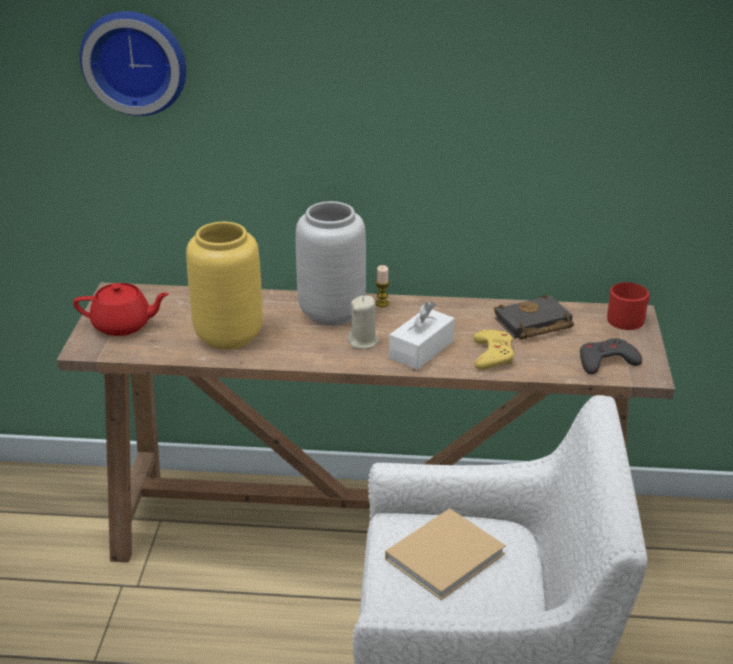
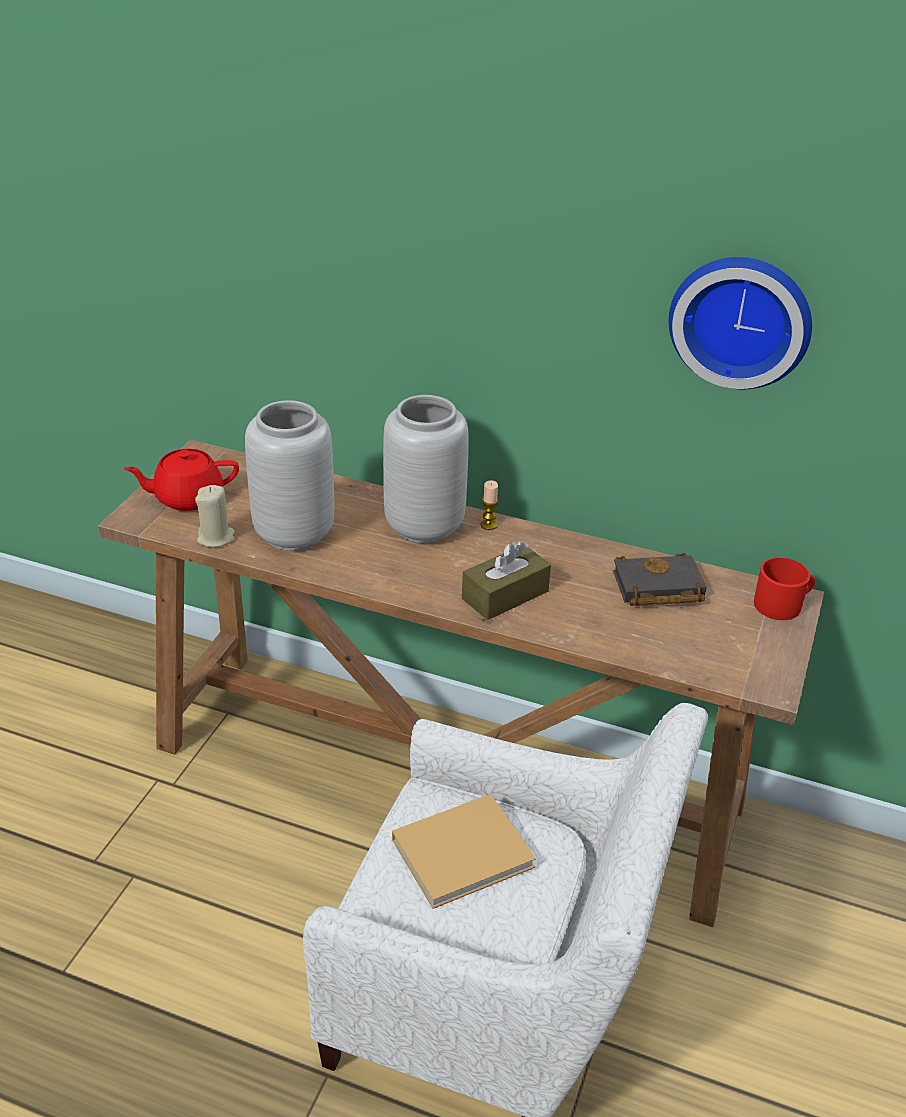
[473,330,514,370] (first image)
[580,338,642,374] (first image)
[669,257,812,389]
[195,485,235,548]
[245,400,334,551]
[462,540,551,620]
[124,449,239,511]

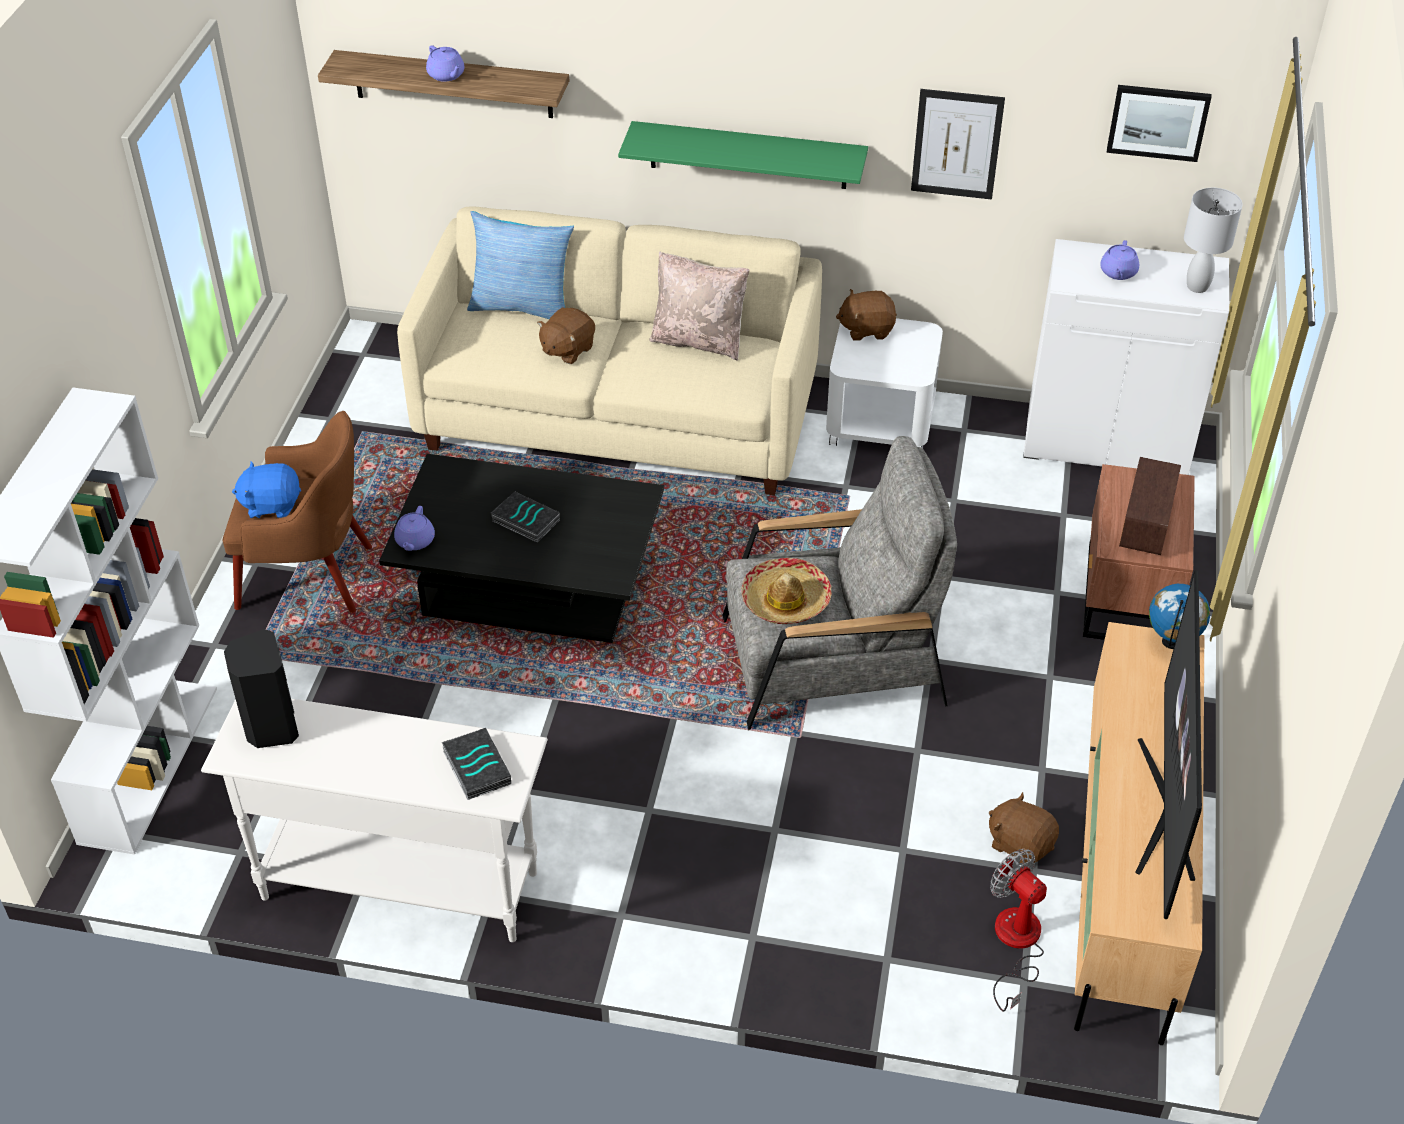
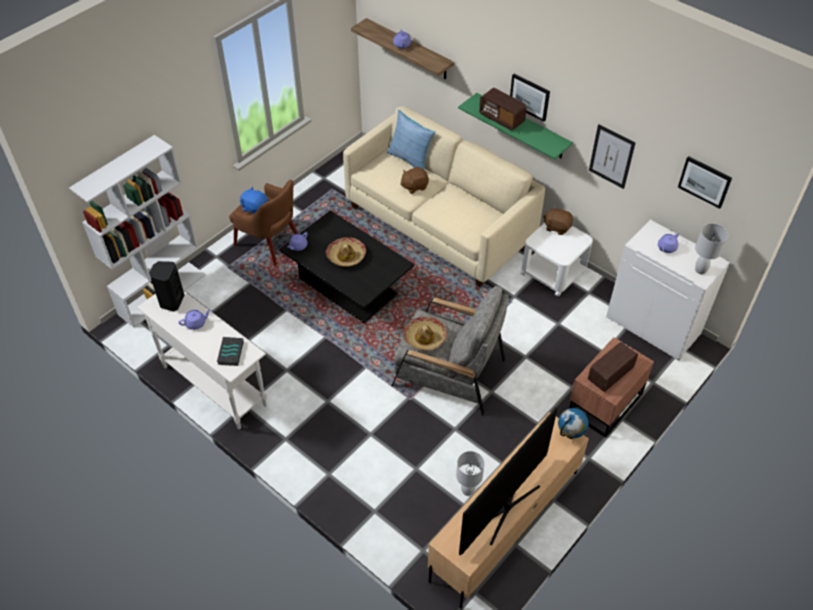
[649,251,750,361] (first image)
[990,849,1047,1012] (first image)
[179,310,211,330]
[479,88,527,130]
[510,74,550,122]
[326,237,366,267]
[456,451,484,496]

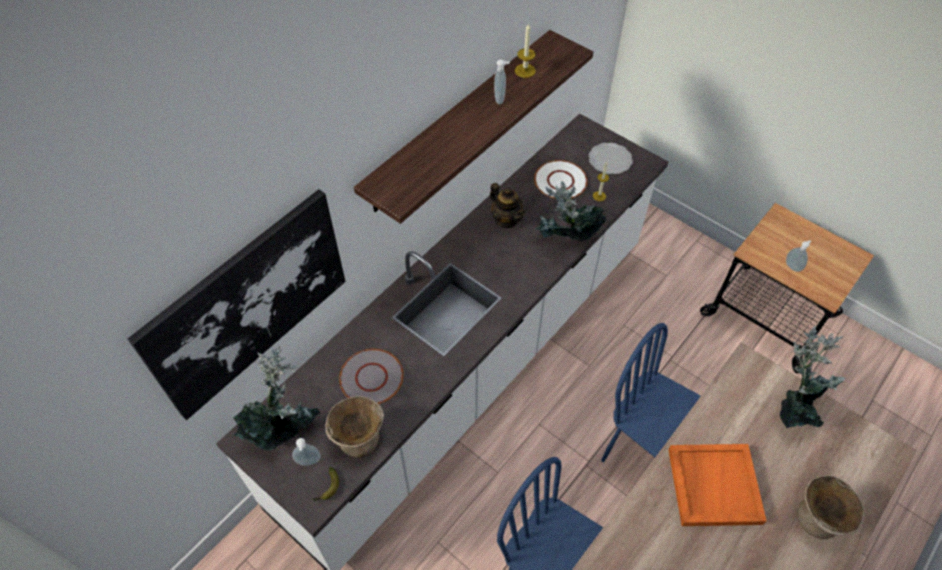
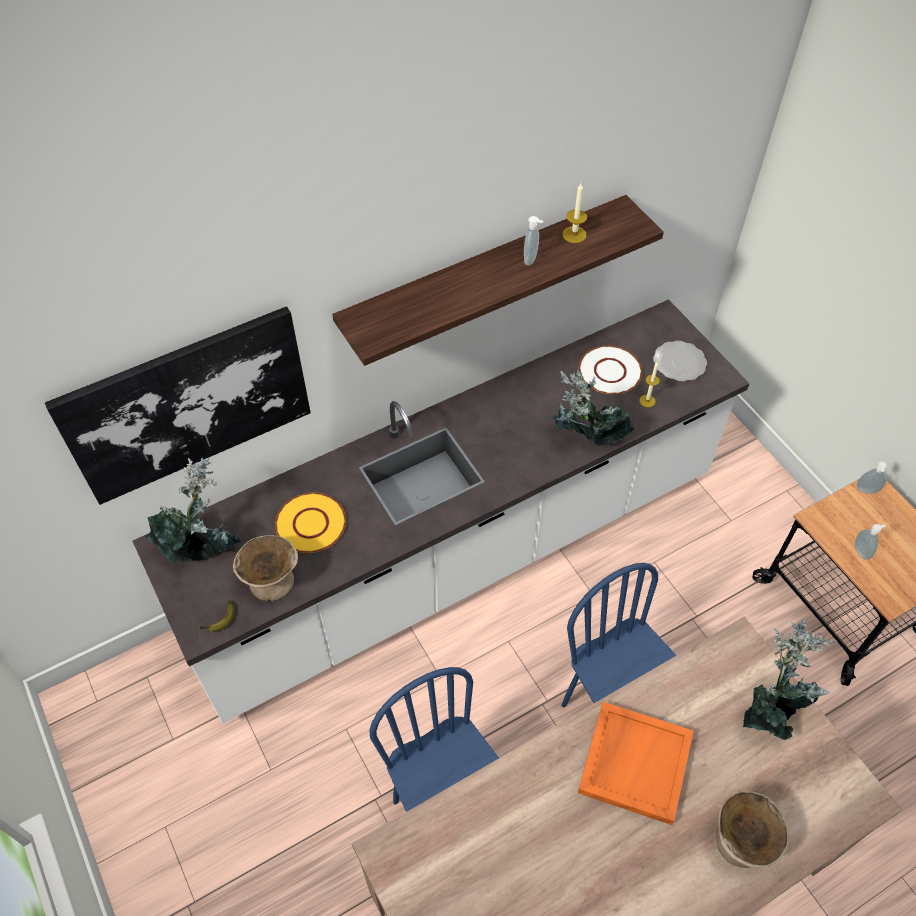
[490,183,526,228] (first image)
[857,462,887,494]
[275,493,346,553]

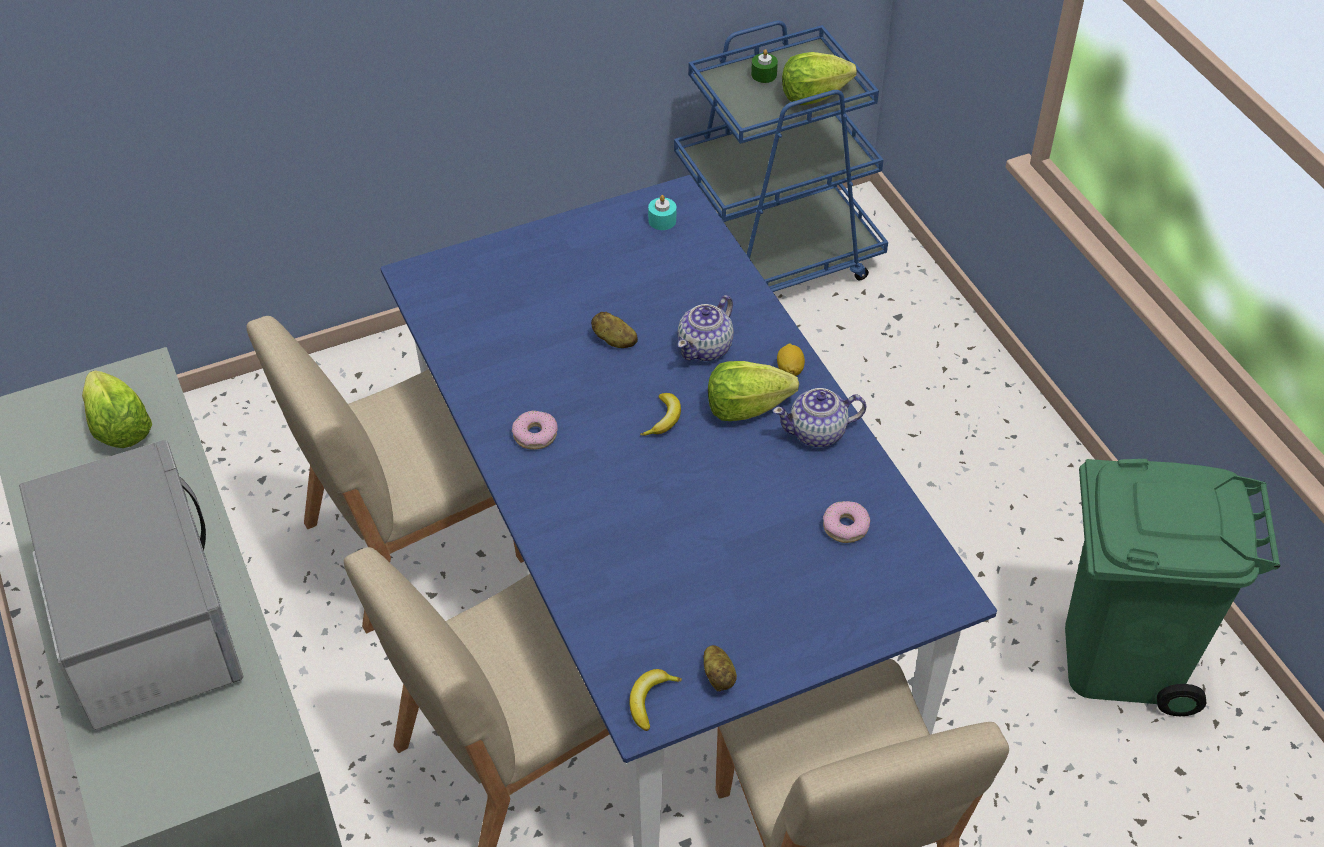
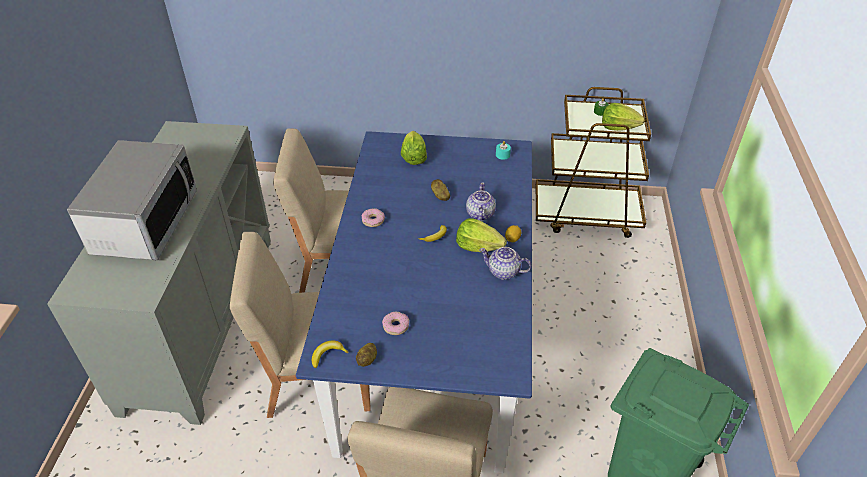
[401,131,427,165]
[382,312,409,335]
[536,87,651,238]
[466,182,496,221]

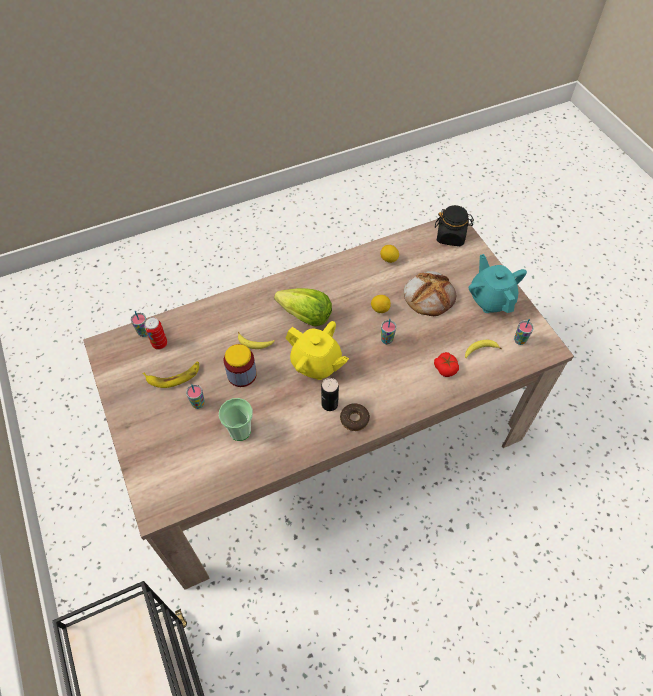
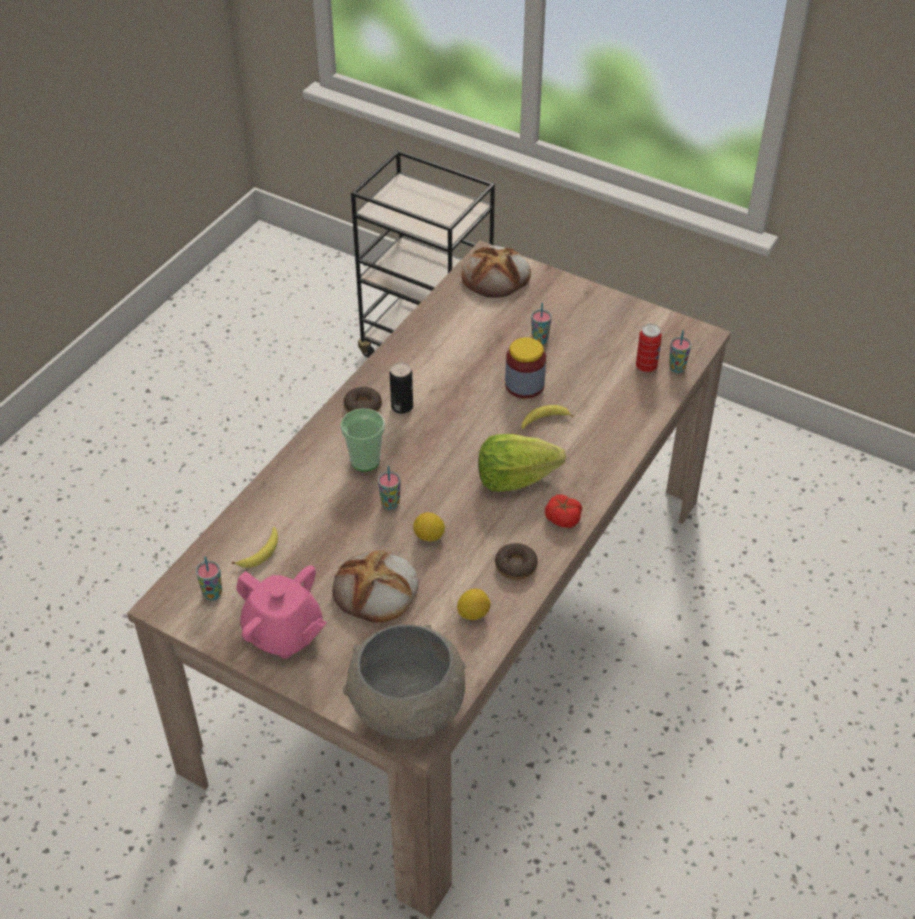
[143,362,199,388] (first image)
[286,321,349,380] (first image)
[462,246,531,298]
[495,543,538,580]
[340,408,385,472]
[545,494,582,528]
[343,624,465,740]
[236,566,327,659]

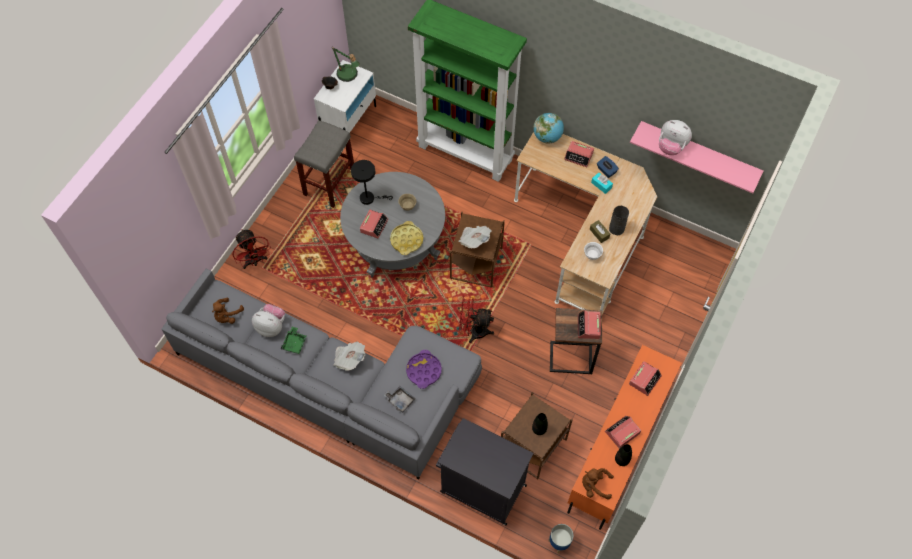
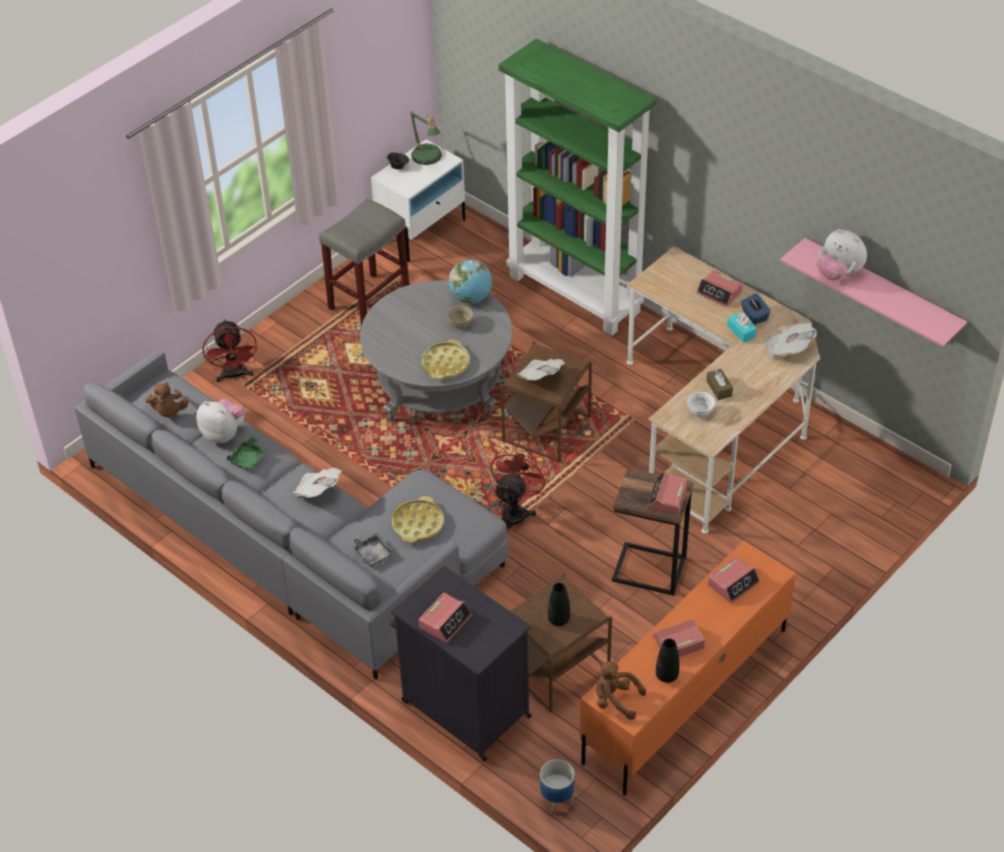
[351,160,393,205] (first image)
[609,206,629,235] (first image)
[765,323,817,357]
[419,592,472,643]
[449,260,492,304]
[392,496,444,543]
[145,382,188,417]
[491,446,549,533]

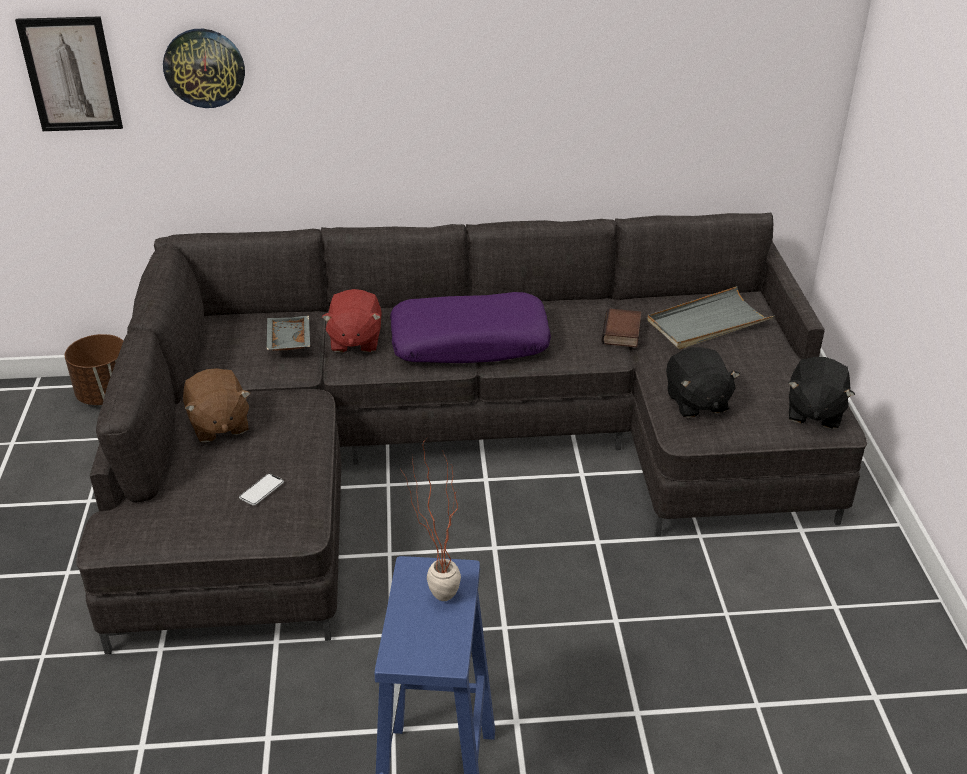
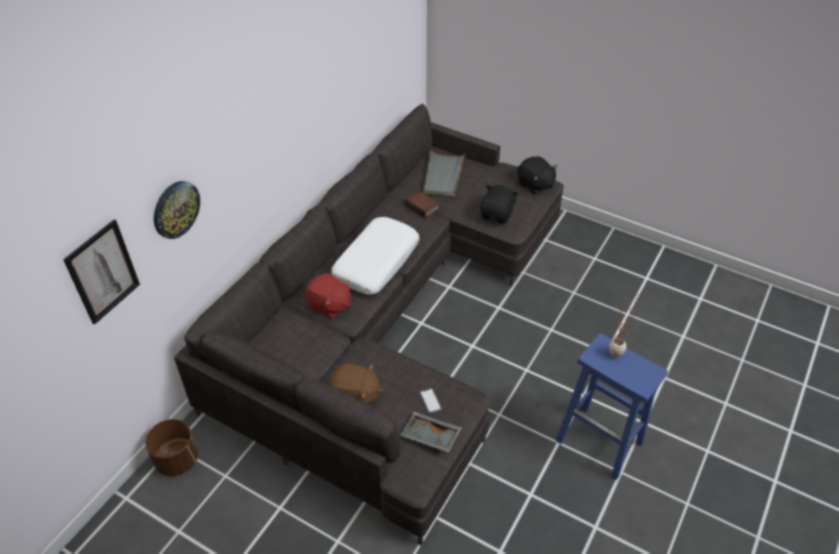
[400,412,462,452]
[331,217,420,295]
[480,185,519,223]

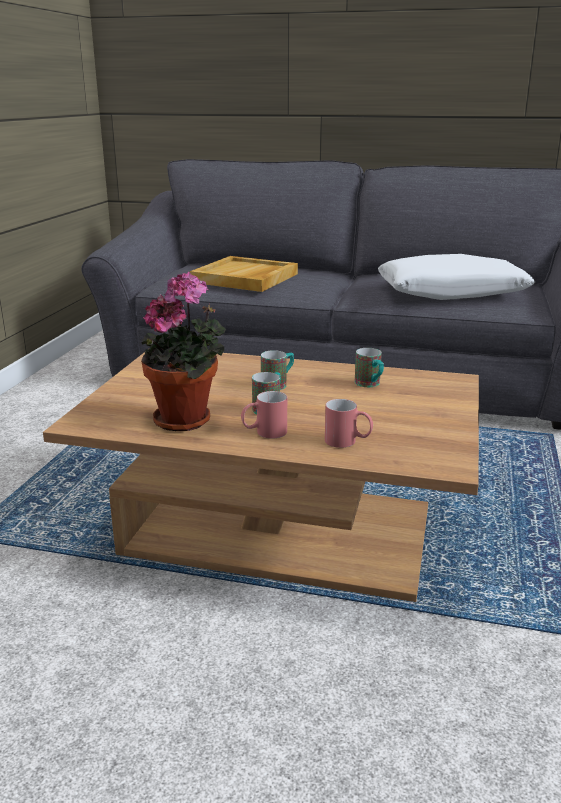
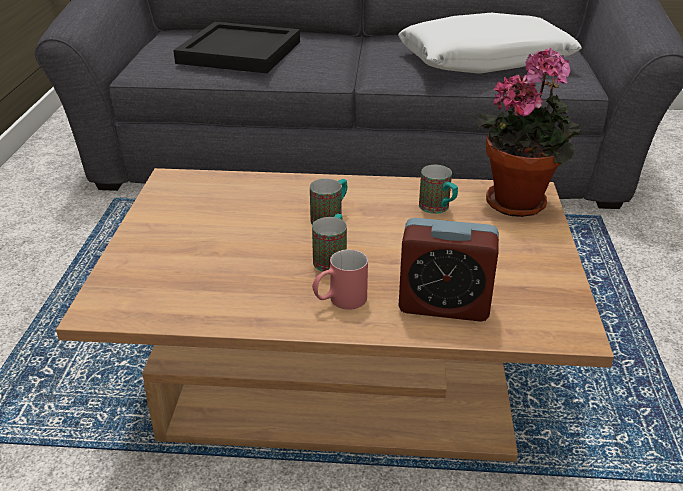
[476,48,581,217]
[399,218,499,322]
[173,22,300,73]

